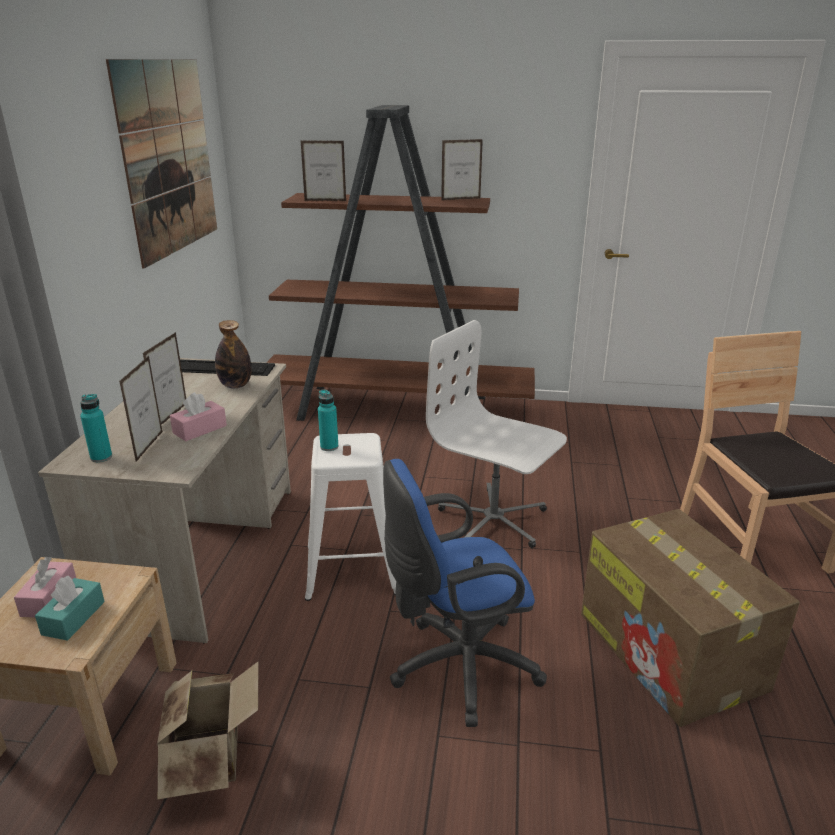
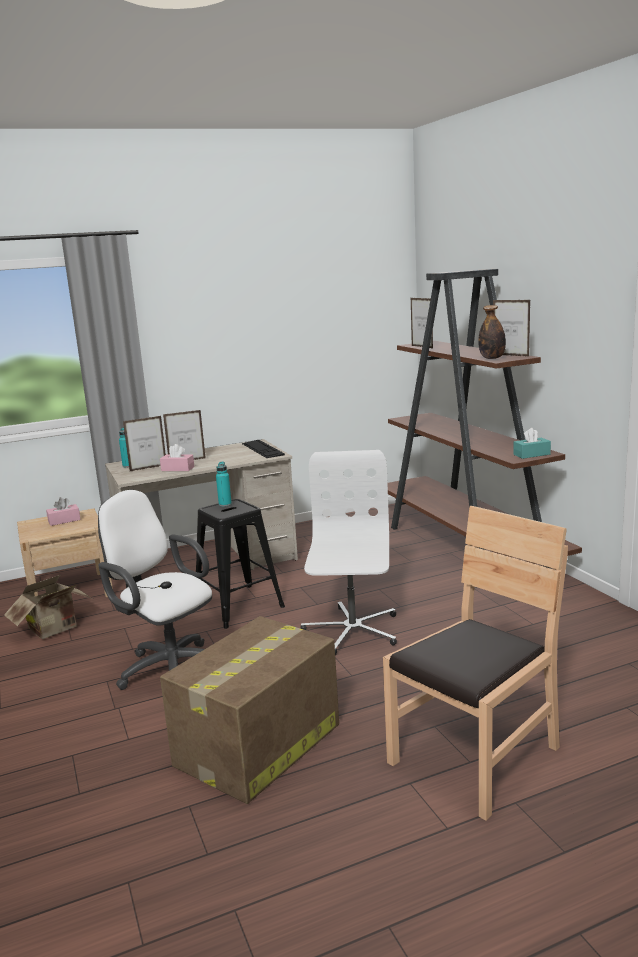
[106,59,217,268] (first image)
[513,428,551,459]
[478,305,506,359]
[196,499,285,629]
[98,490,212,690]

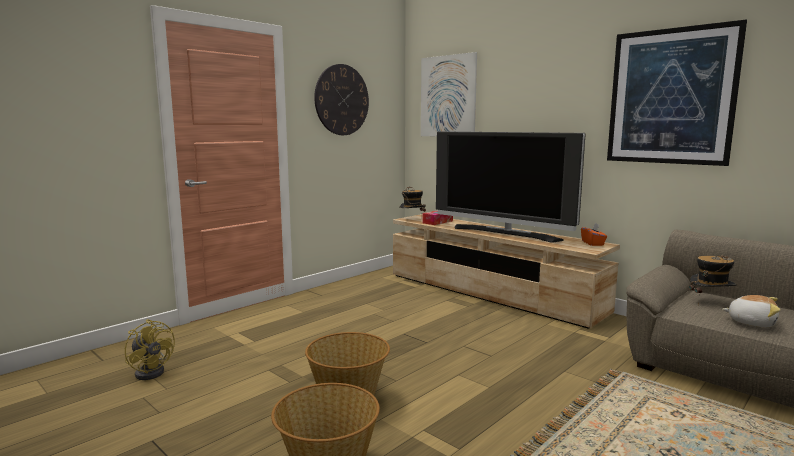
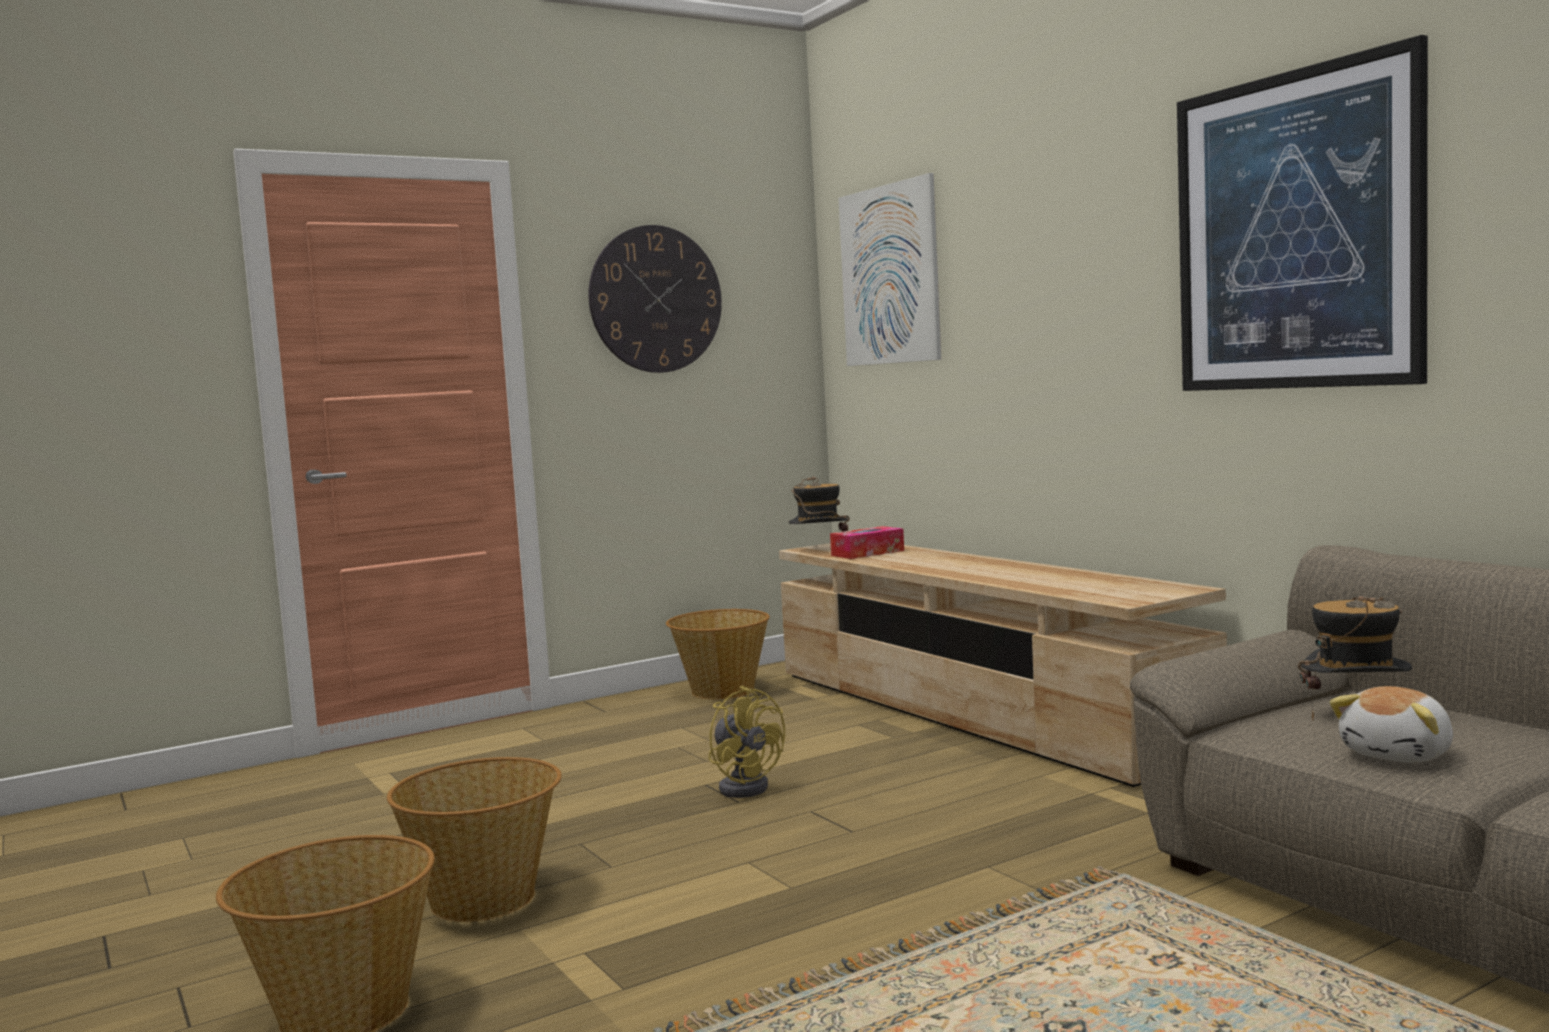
[436,131,586,243] (first image)
[581,223,607,246] (first image)
[666,609,770,699]
[708,686,785,798]
[1329,686,1453,763]

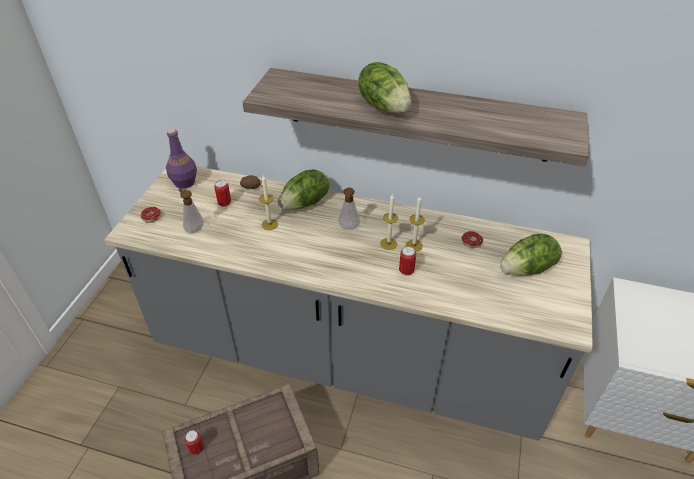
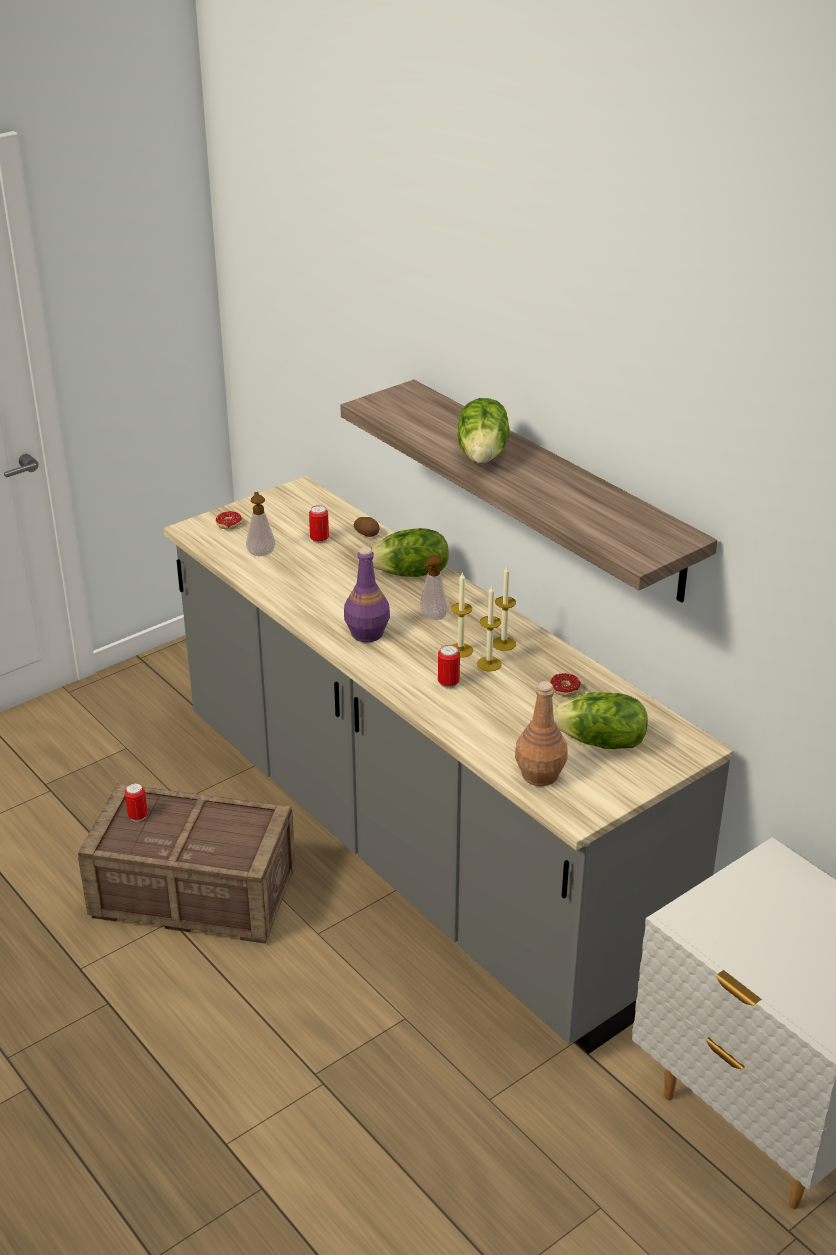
[515,681,567,786]
[344,547,390,642]
[493,566,516,651]

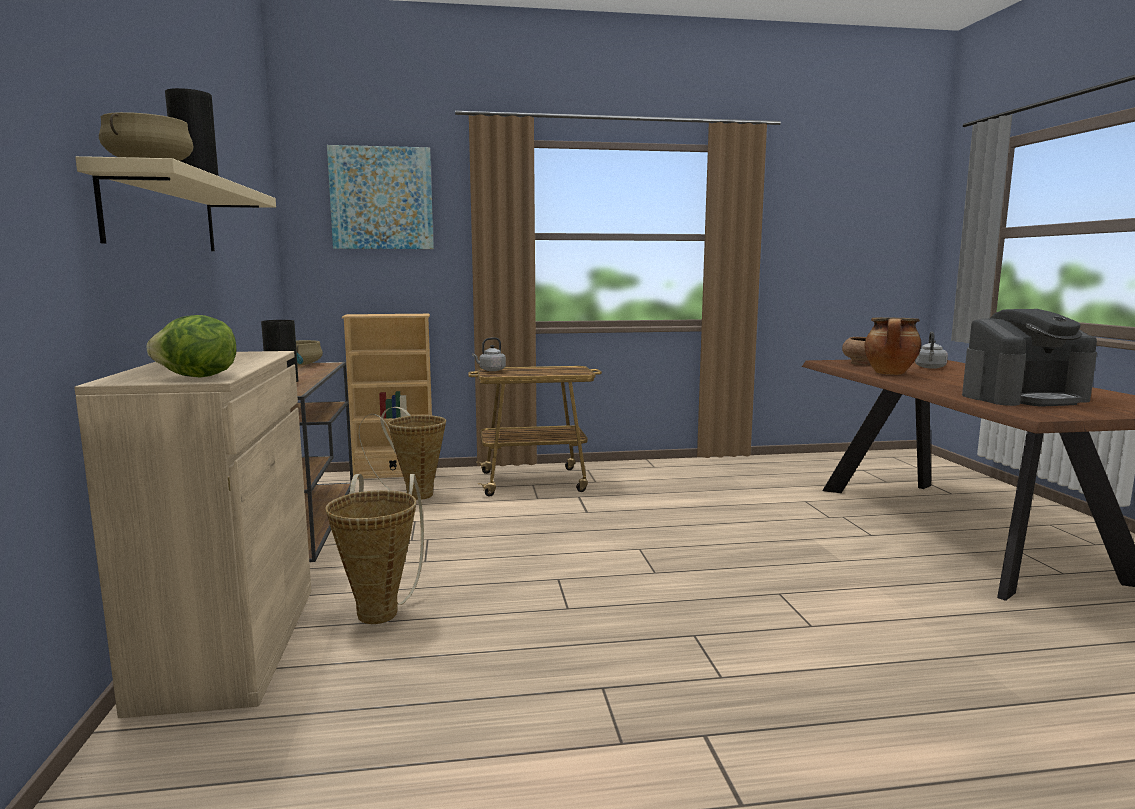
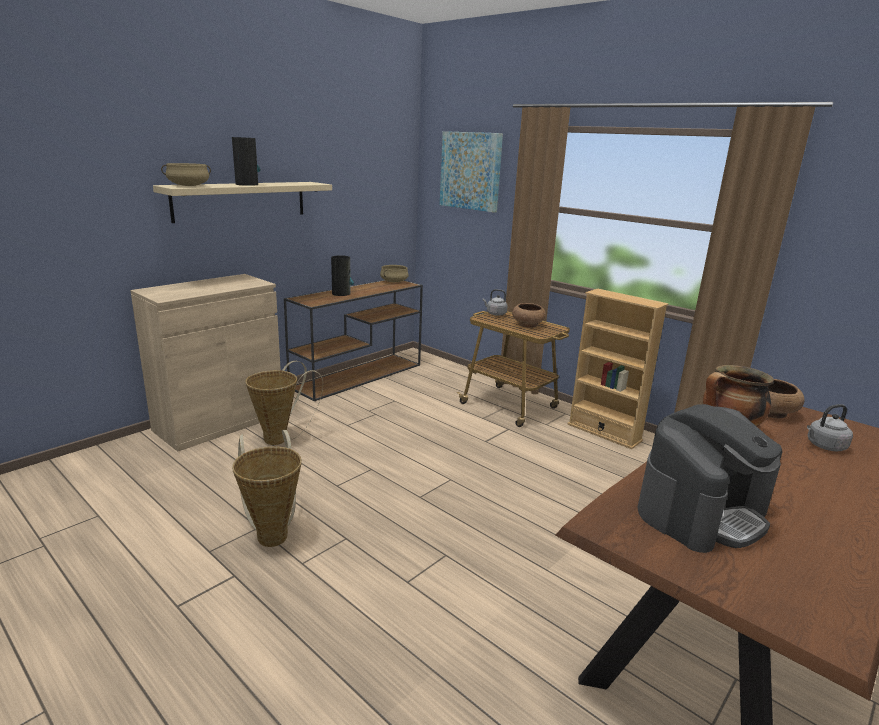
[147,315,236,377] (first image)
[512,303,546,328]
[567,289,668,449]
[232,430,302,547]
[637,404,782,553]

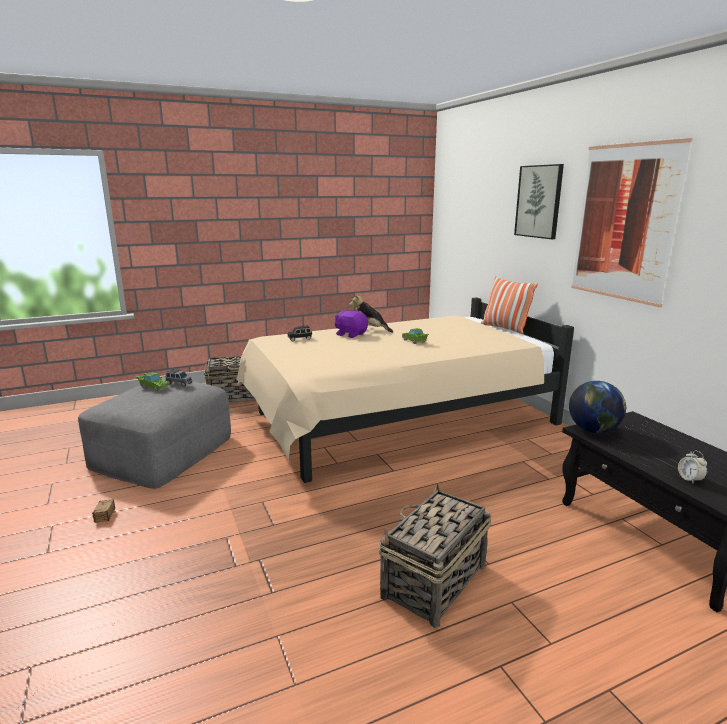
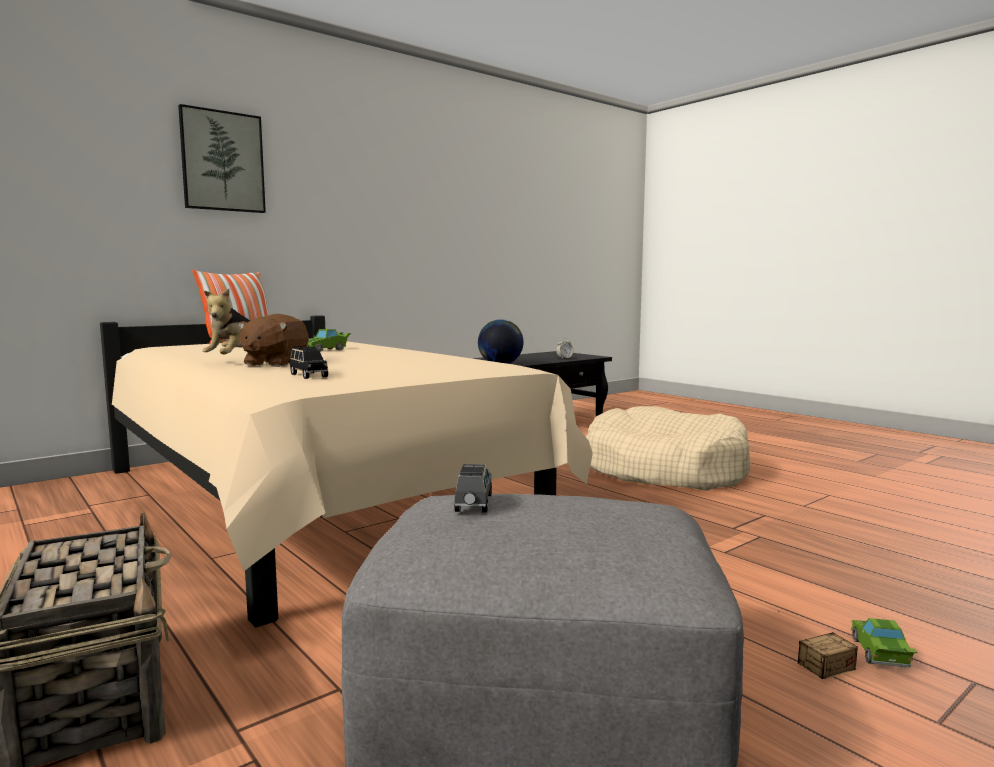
[571,138,693,307] (first image)
[851,618,917,668]
[585,406,750,491]
[237,314,309,367]

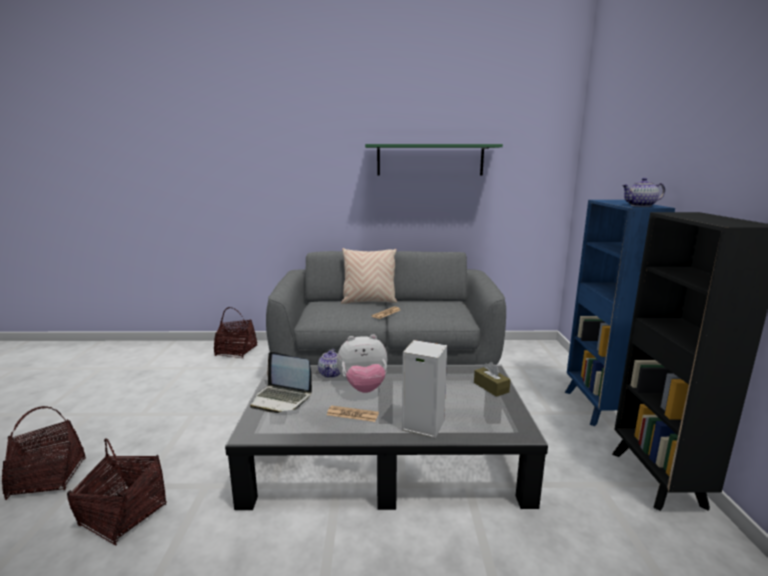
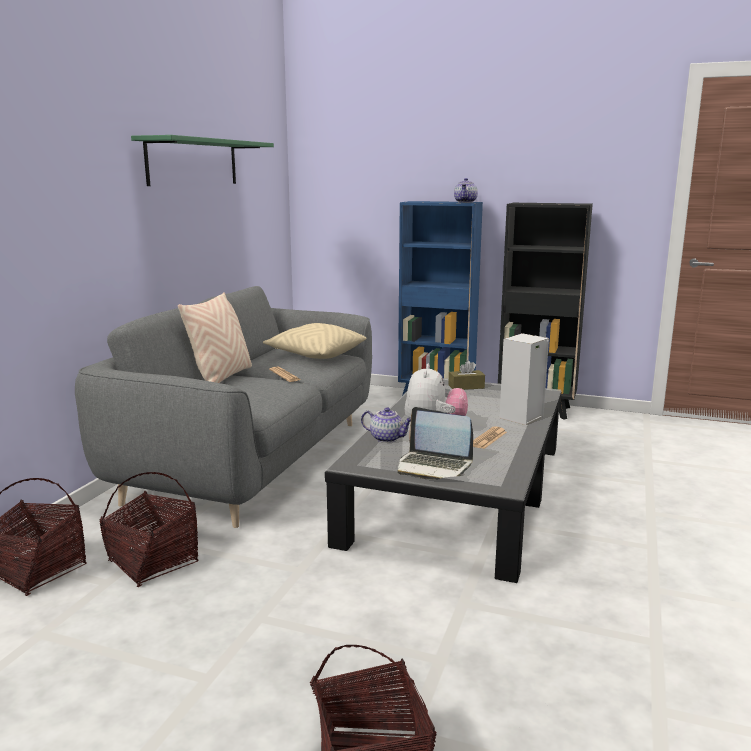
[263,323,367,359]
[99,472,198,587]
[397,407,473,480]

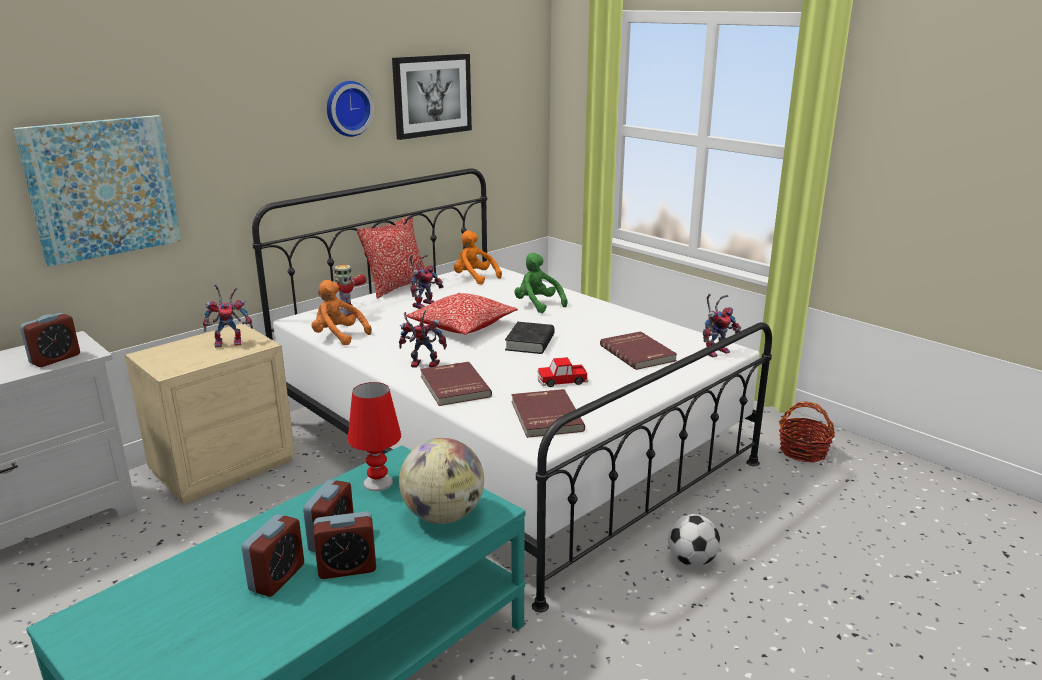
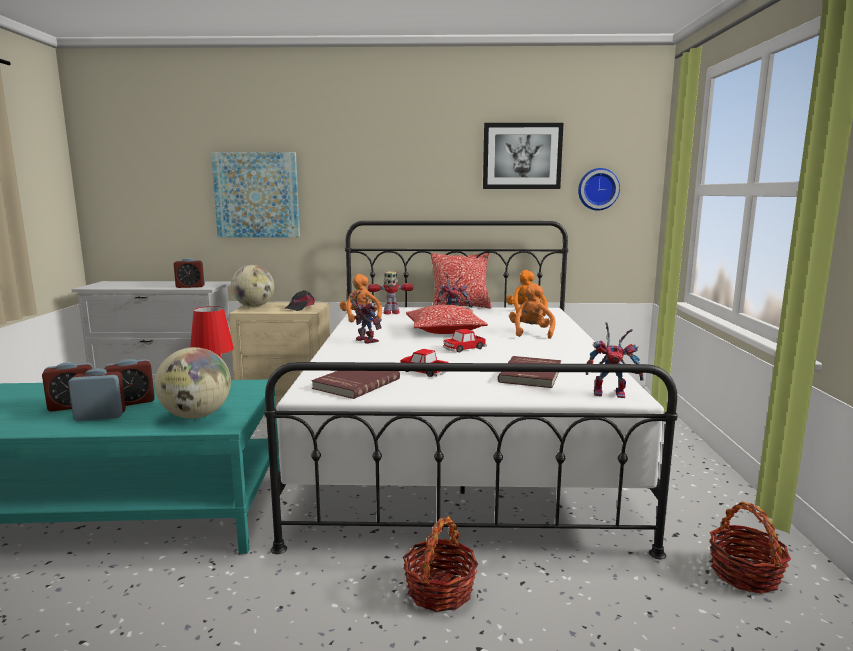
[420,362,492,406] (first image)
[231,265,274,307]
[578,168,620,211]
[284,290,315,311]
[443,329,487,353]
[403,516,479,612]
[509,283,556,339]
[68,368,126,421]

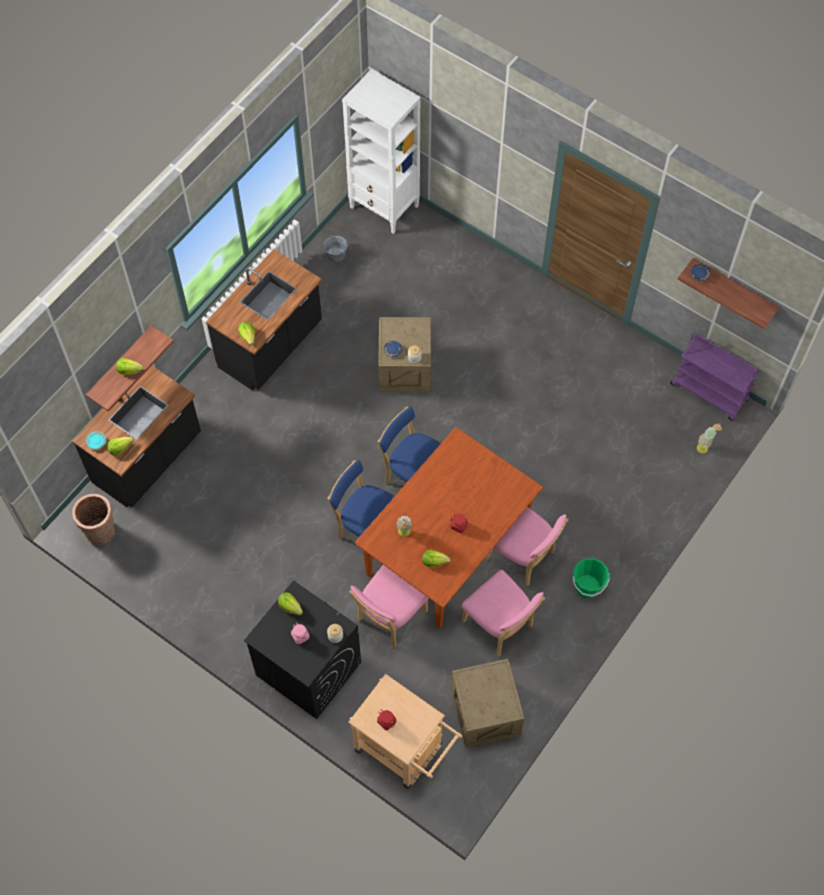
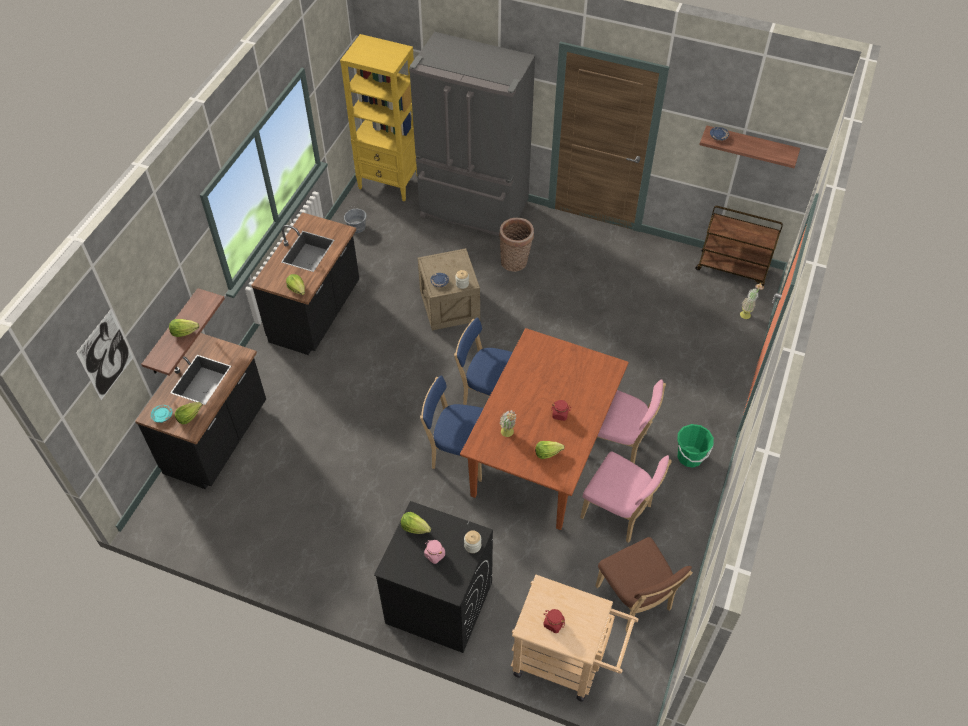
[349,565,429,648] (first image)
[76,308,134,400]
[409,32,535,236]
[499,218,534,272]
[596,537,693,632]
[340,34,417,202]
[695,206,783,286]

